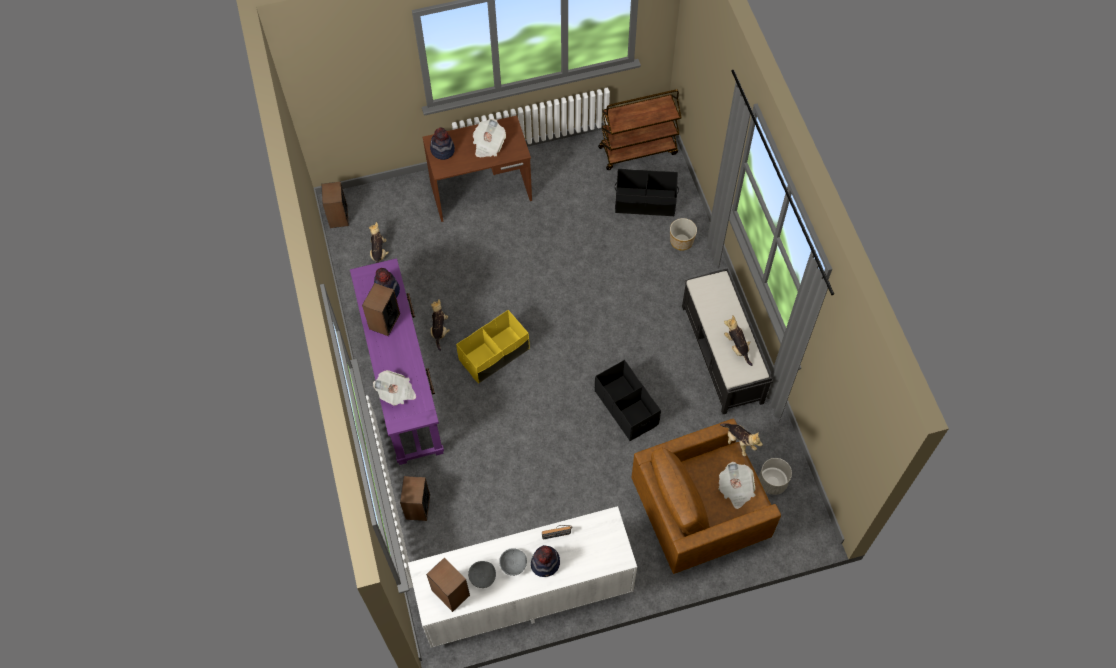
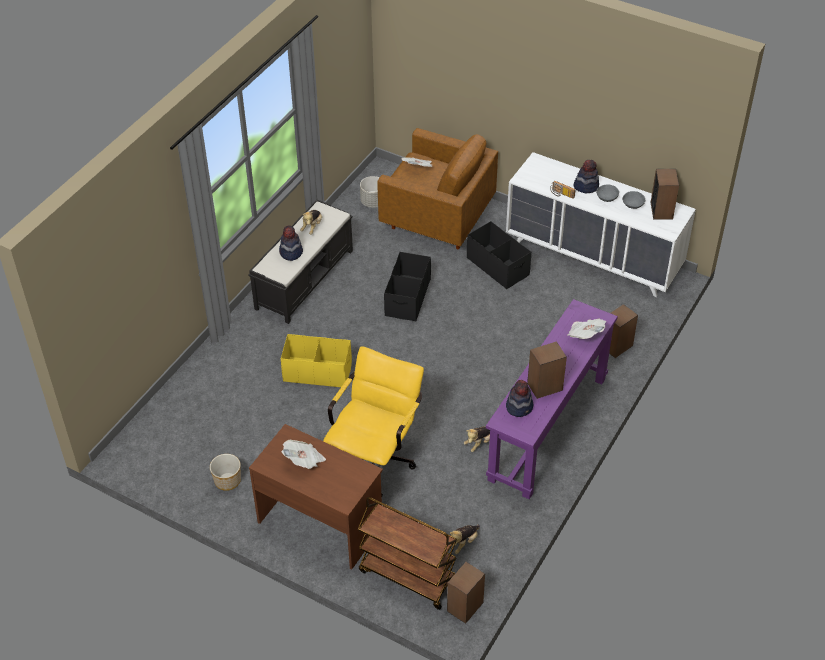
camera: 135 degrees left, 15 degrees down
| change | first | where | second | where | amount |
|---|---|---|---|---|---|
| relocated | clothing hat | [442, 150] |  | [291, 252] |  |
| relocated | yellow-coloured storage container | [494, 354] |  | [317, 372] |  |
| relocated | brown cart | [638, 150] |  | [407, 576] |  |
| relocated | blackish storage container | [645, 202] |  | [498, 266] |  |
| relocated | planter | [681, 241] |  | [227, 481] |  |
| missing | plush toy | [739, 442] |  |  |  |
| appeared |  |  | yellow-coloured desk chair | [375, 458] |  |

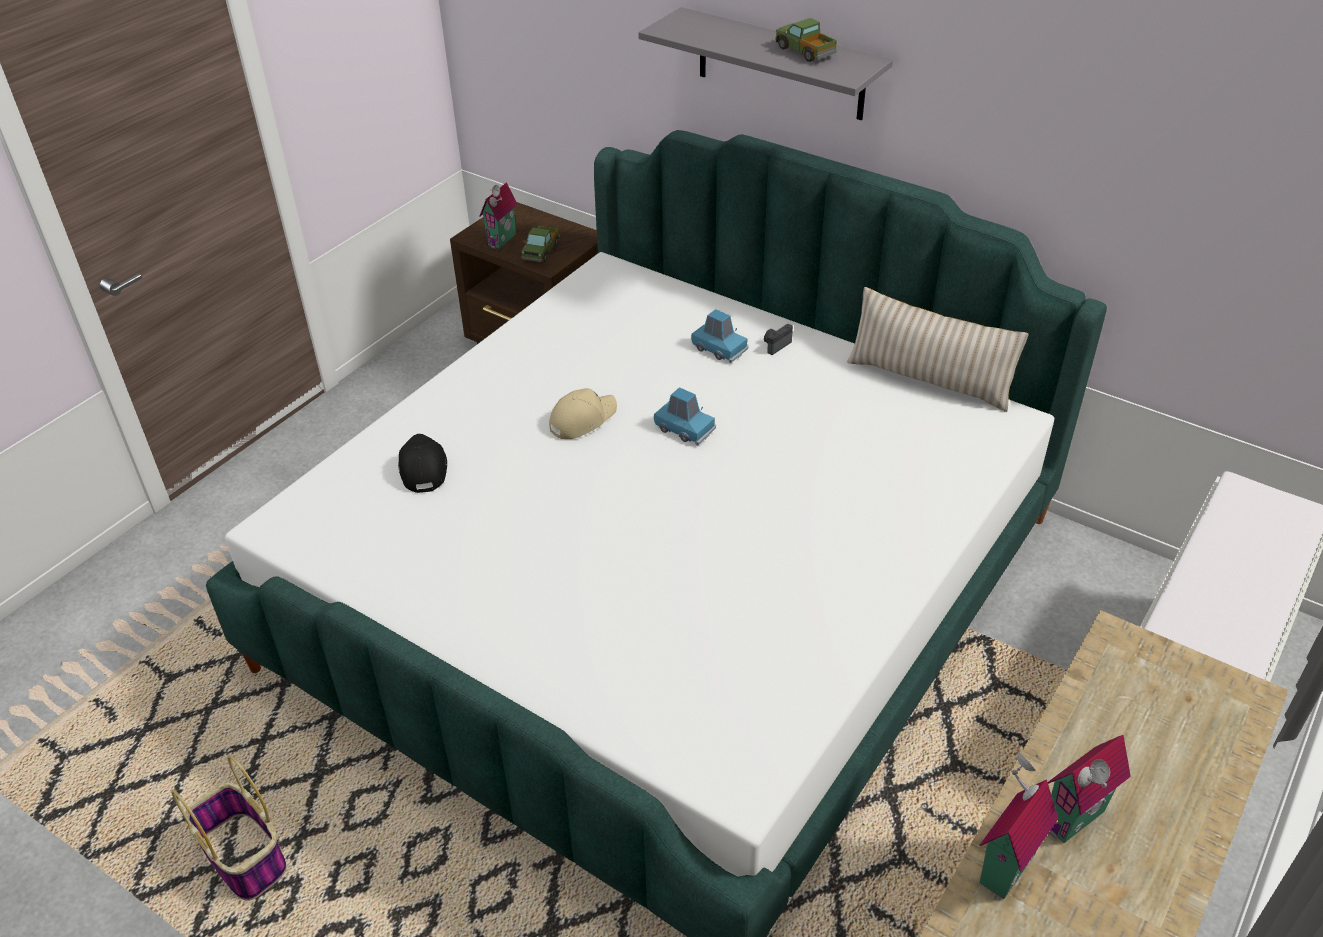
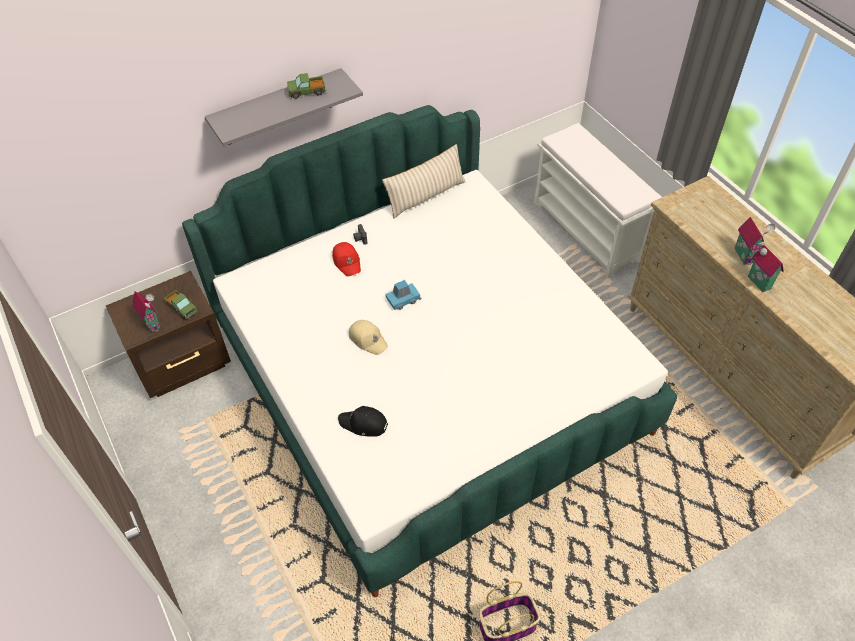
camera: 65 degrees left, 10 degrees up
| change | first | where | second | where | amount |
|---|---|---|---|---|---|
| spun | beige cap | [582, 419] |  | [368, 339] | 150 degrees clockwise |
| exchanged | blue toy car | [719, 348] | reddish cap | [347, 261] |  |

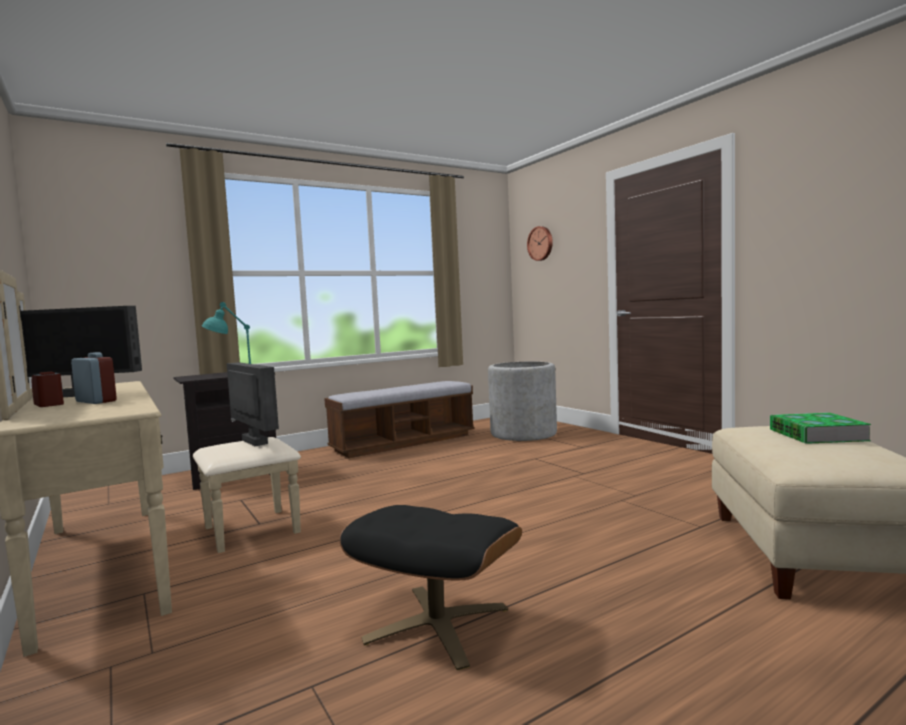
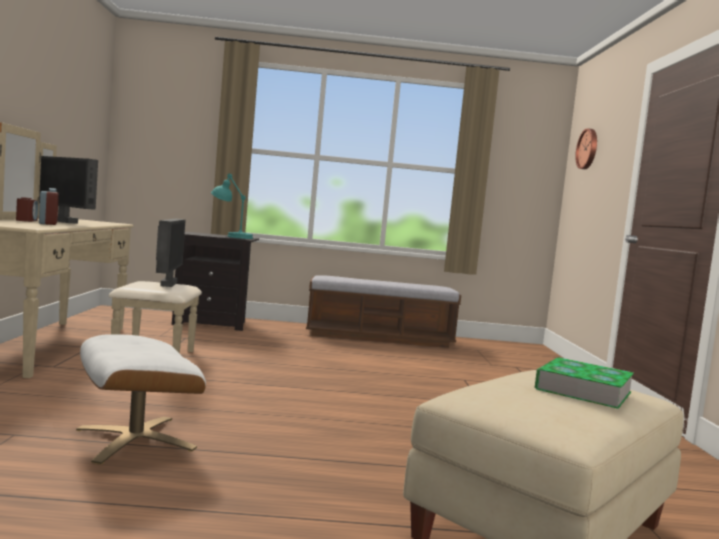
camera: 30 degrees right, 0 degrees up
| change | first | where | second | where | amount |
|---|---|---|---|---|---|
| colour | blackish footrest | [436, 624] | white footrest | [134, 439] |  |
| missing | grey planter | [523, 433] |  |  |  |

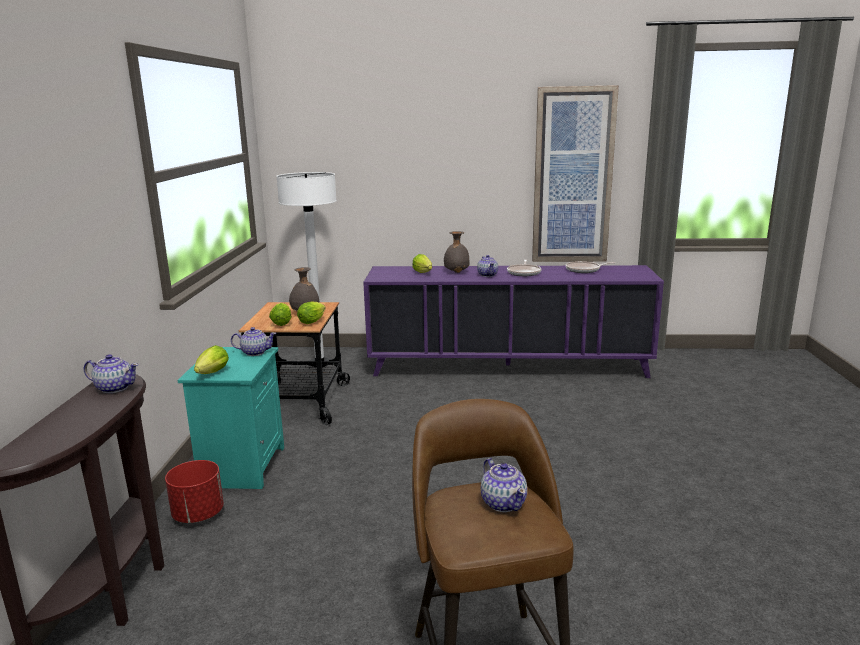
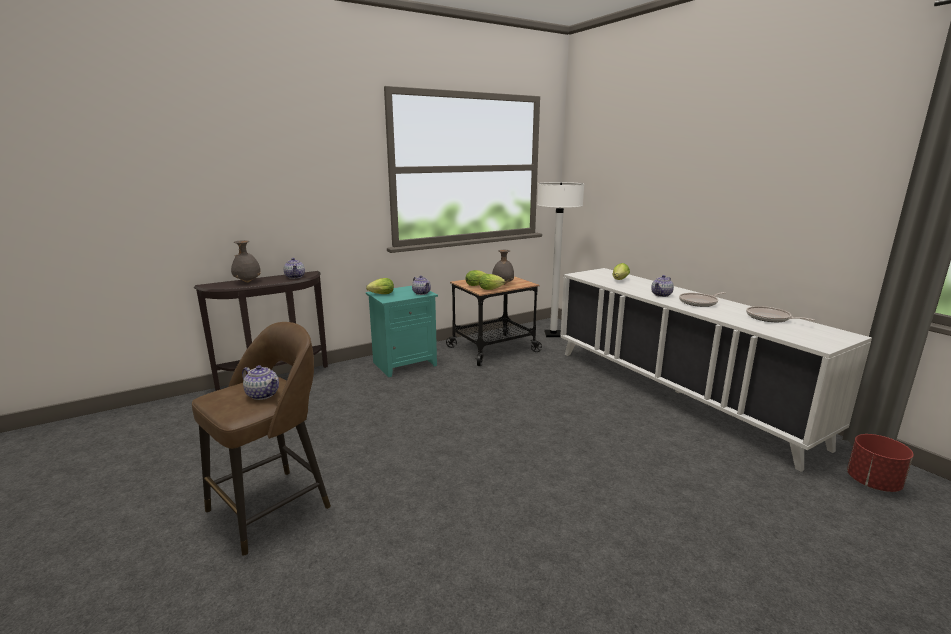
camera: 55 degrees right, 0 degrees up
| change | first | where | second | where | amount |
|---|---|---|---|---|---|
| relocated | reddish planter | [198, 514] |  | [872, 483] |  |
| colour | purplish cabinet | [507, 366] | white cabinet | [674, 393] |  |
| relocated | grey flower vase | [456, 272] |  | [247, 281] |  |
| spun | pot for tea | [503, 503] |  | [262, 394] | 90 degrees counterclockwise |
| missing | wall picture | [572, 176] |  |  |  |

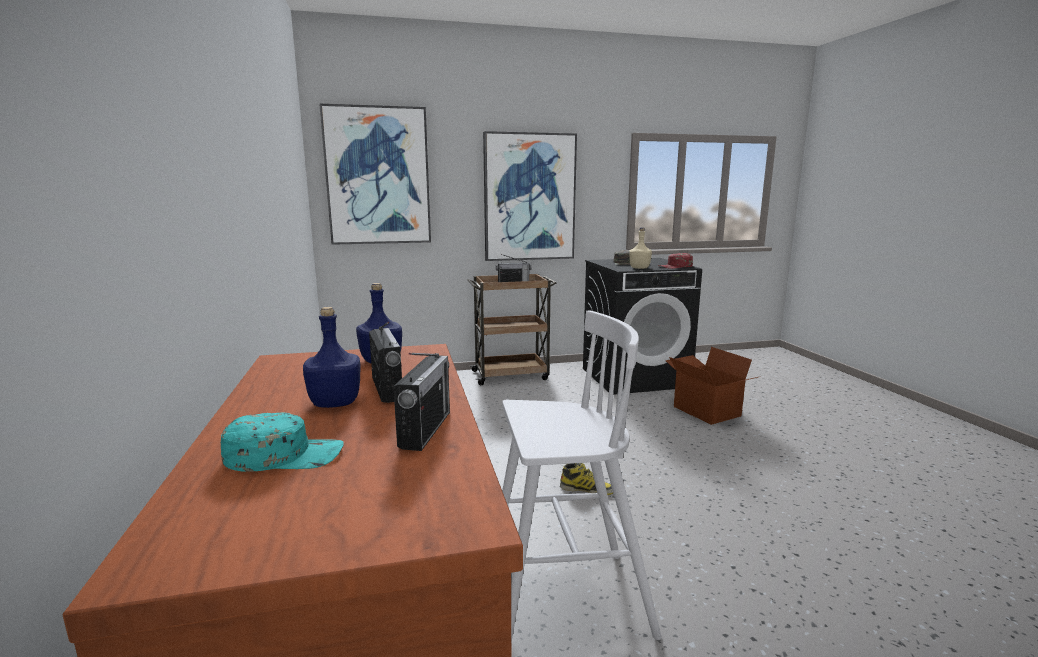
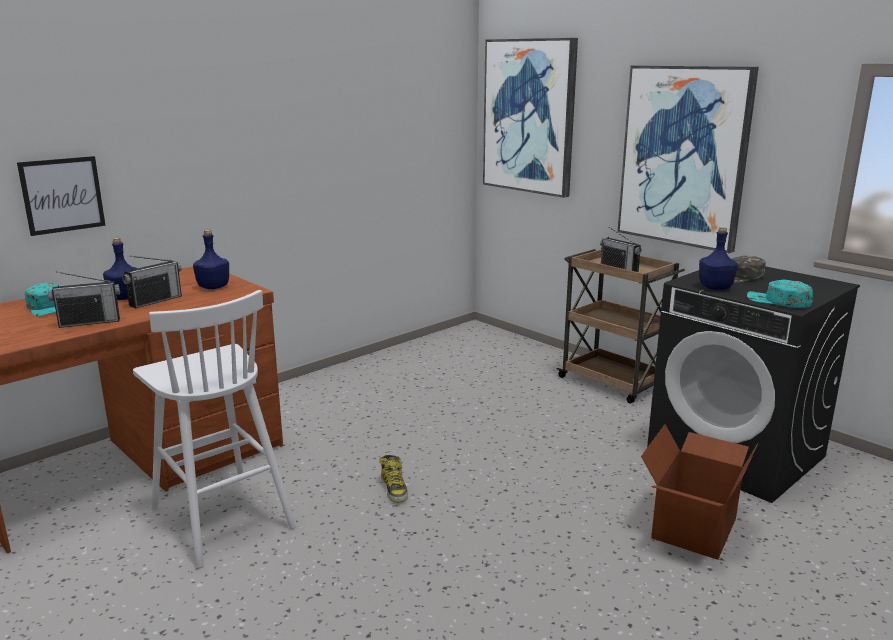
camera: 60 degrees right, 5 degrees up
| change | first | where | second | where | amount |
|---|---|---|---|---|---|
| colour | beige bottle | [639, 268] | blue bottle | [714, 288] |  |
| colour | reddish cap | [675, 266] | turquoise-coloured cap | [778, 301] |  |
| appeared |  |  | wall picture | [62, 195] |  |

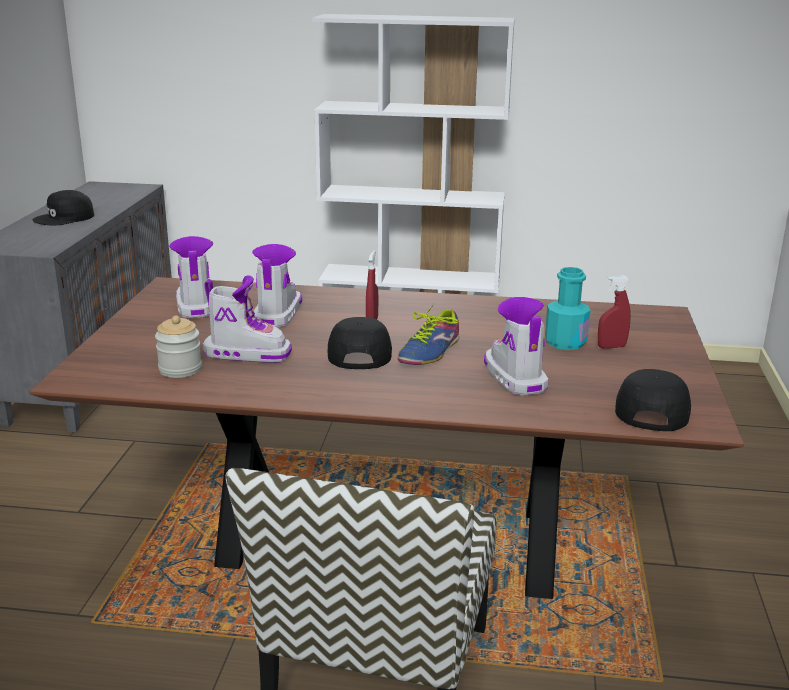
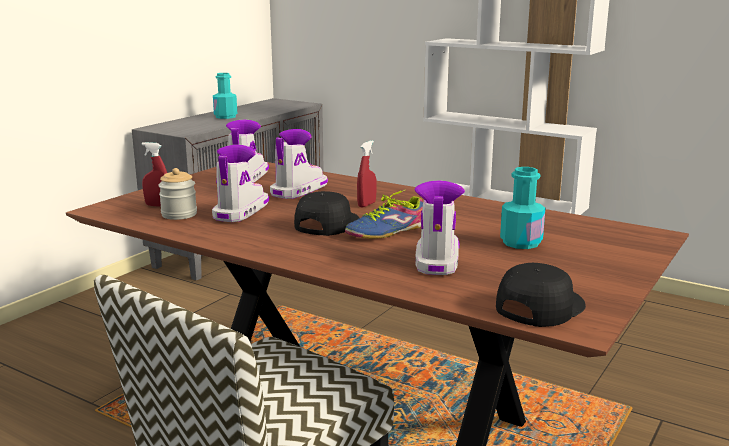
camera: 25 degrees right, 5 degrees down
| change | first | where | second | where | amount |
|---|---|---|---|---|---|
| exchanged | blackish cap | [65, 218] | turquoise-coloured bottle | [225, 116] |  |
| spun | tall boot | [247, 353] |  | [240, 212] | 105 degrees counterclockwise |
| relocated | reddish hand sprayer | [611, 347] |  | [158, 205] |  |

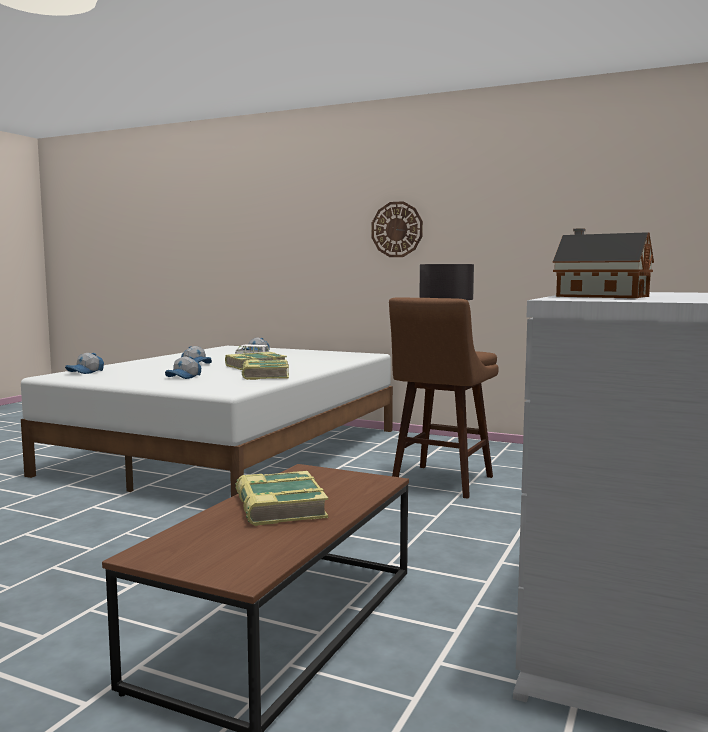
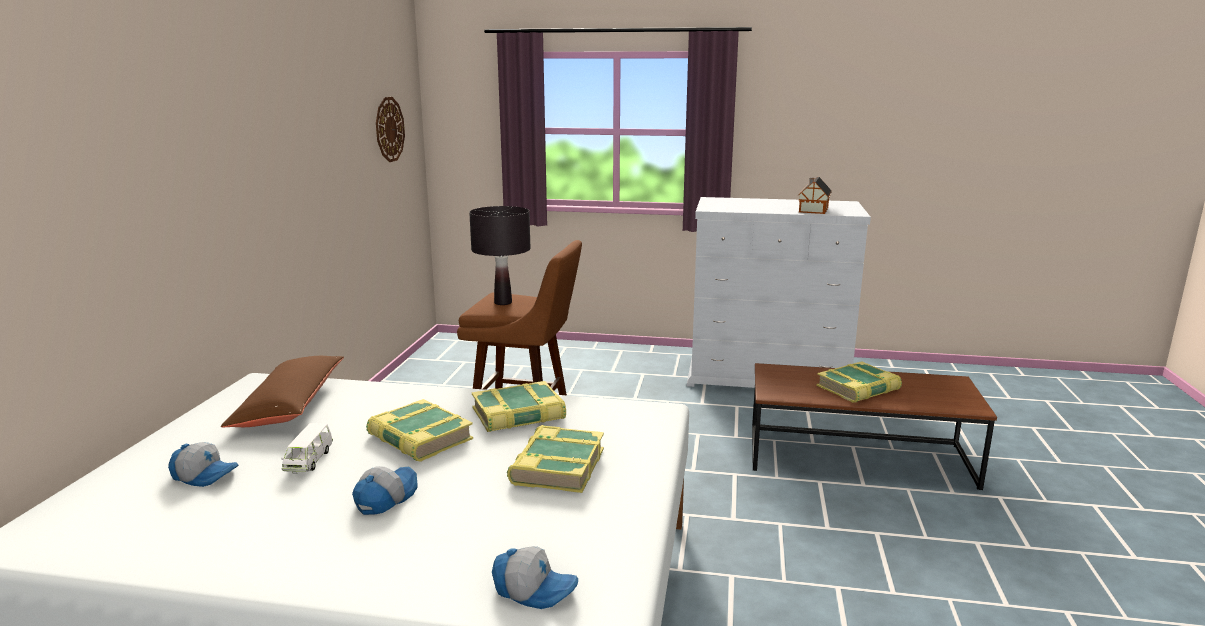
camera: 105 degrees left, 10 degrees up
| change | first | where | second | where | amount |
|---|---|---|---|---|---|
| exchanged | cap | [184, 377] | book | [557, 466] |  |
| relocated | hanging clock | [397, 229] |  | [389, 129] |  |
| appeared |  |  | brown pillow | [290, 405] |  |

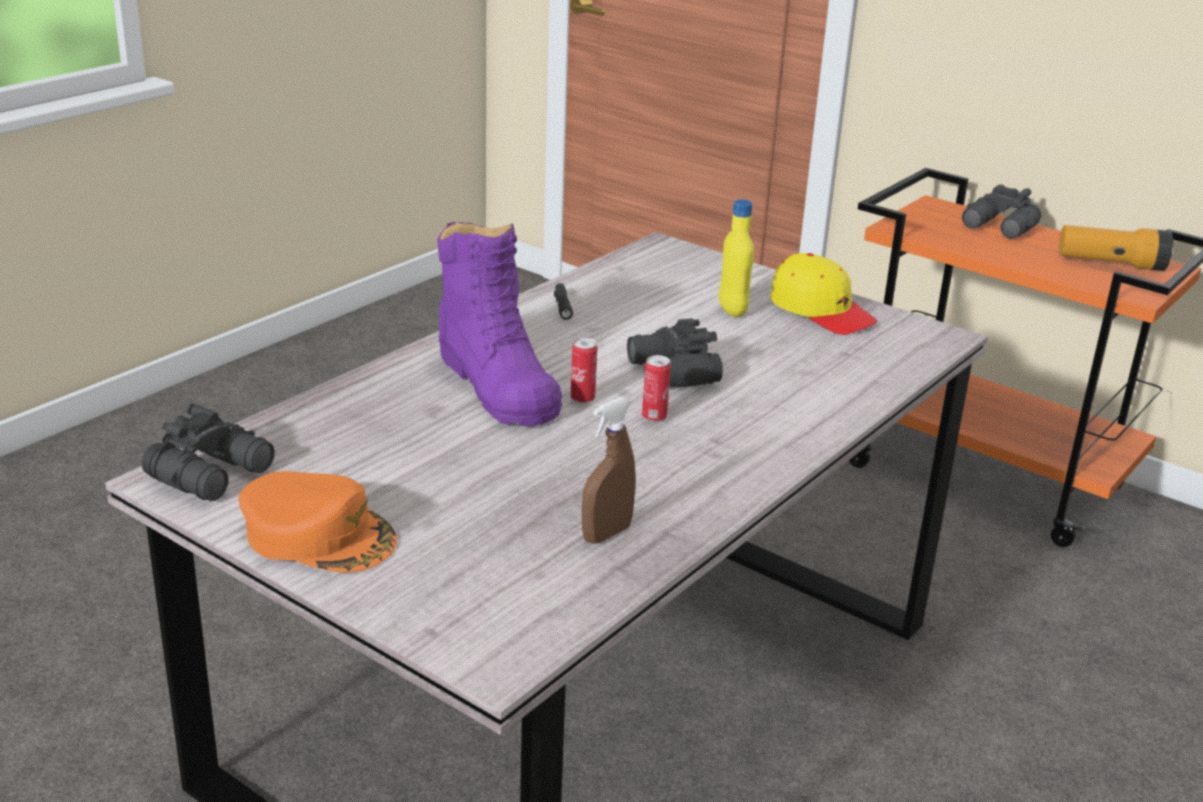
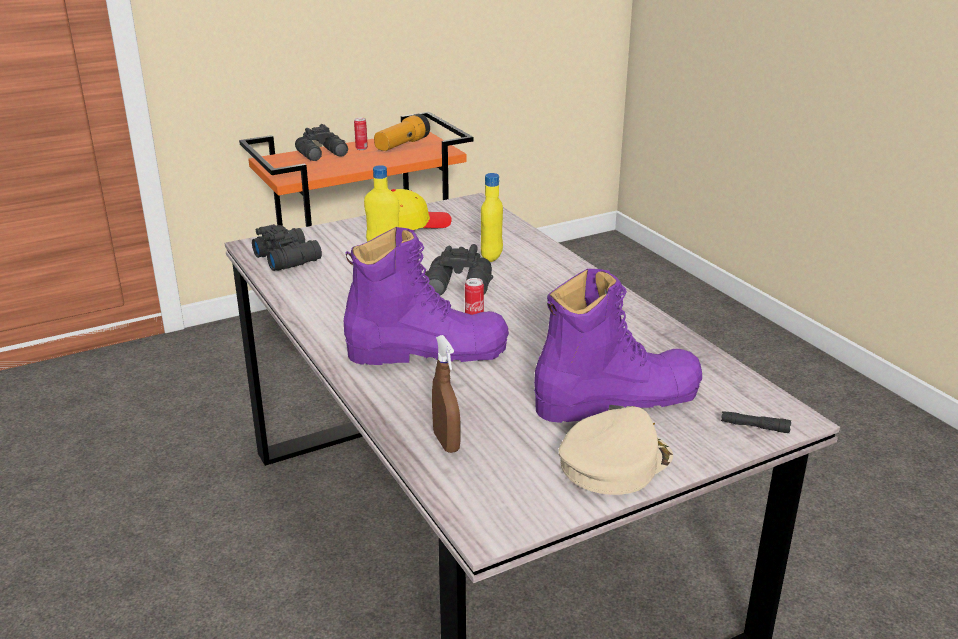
camera: 65 degrees left, 0 degrees up
| change | first | where | second | where | amount |
|---|---|---|---|---|---|
| relocated | blackish pair of binoculars | [214, 473] |  | [288, 257] |  |
| colour | orange-coloured cap | [319, 535] | beige cap | [614, 462] |  |
| relocated | blackish flashlight | [562, 306] |  | [754, 427] |  |
| relocated | brown hand sprayer | [606, 534] |  | [446, 442] |  |
| relocated | metal can | [654, 417] |  | [361, 148] |  |
| appeared |  |  | yellow-coloured bottle | [491, 257] |  |
| appeared |  |  | purplish tall boot | [617, 398] |  |

